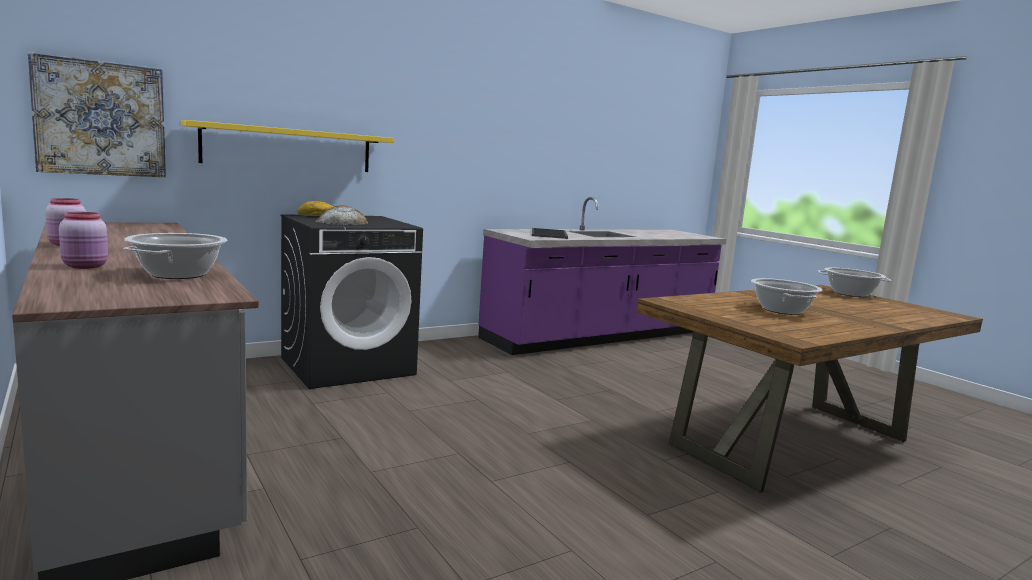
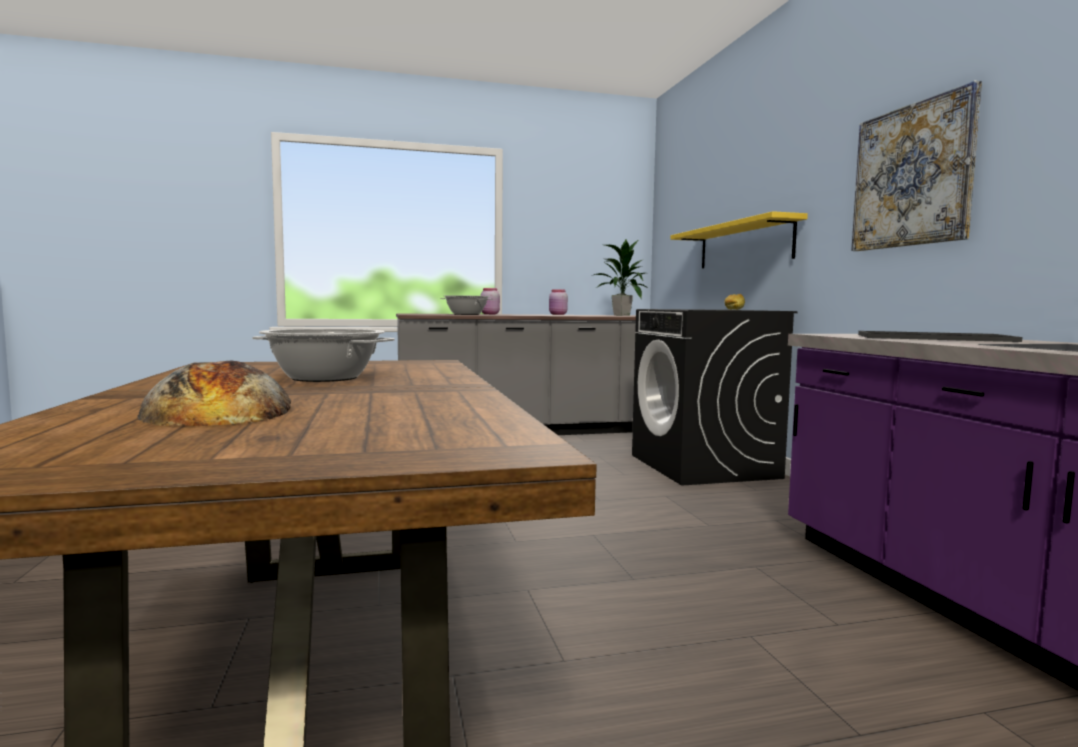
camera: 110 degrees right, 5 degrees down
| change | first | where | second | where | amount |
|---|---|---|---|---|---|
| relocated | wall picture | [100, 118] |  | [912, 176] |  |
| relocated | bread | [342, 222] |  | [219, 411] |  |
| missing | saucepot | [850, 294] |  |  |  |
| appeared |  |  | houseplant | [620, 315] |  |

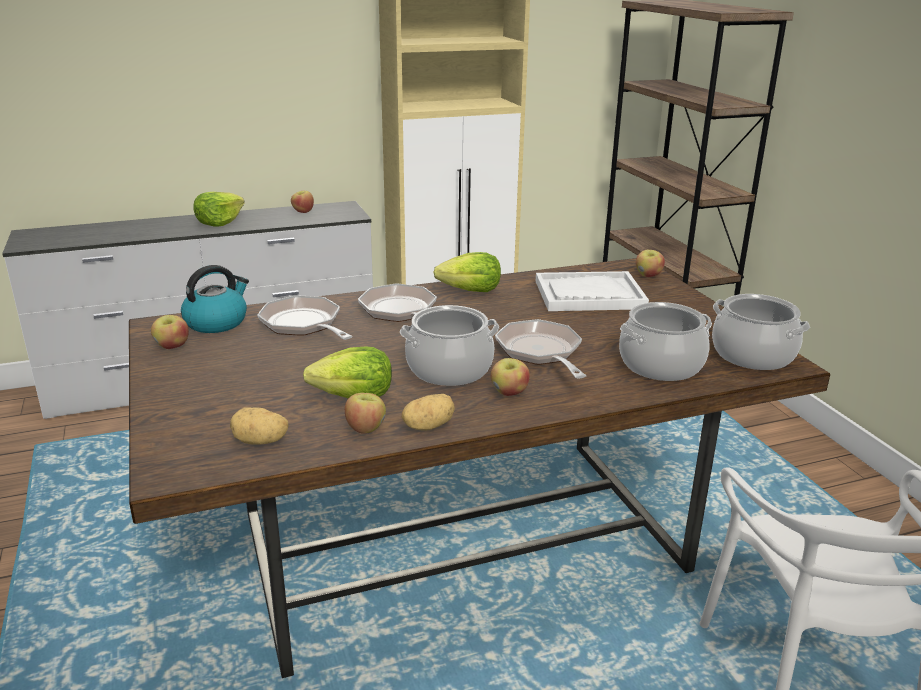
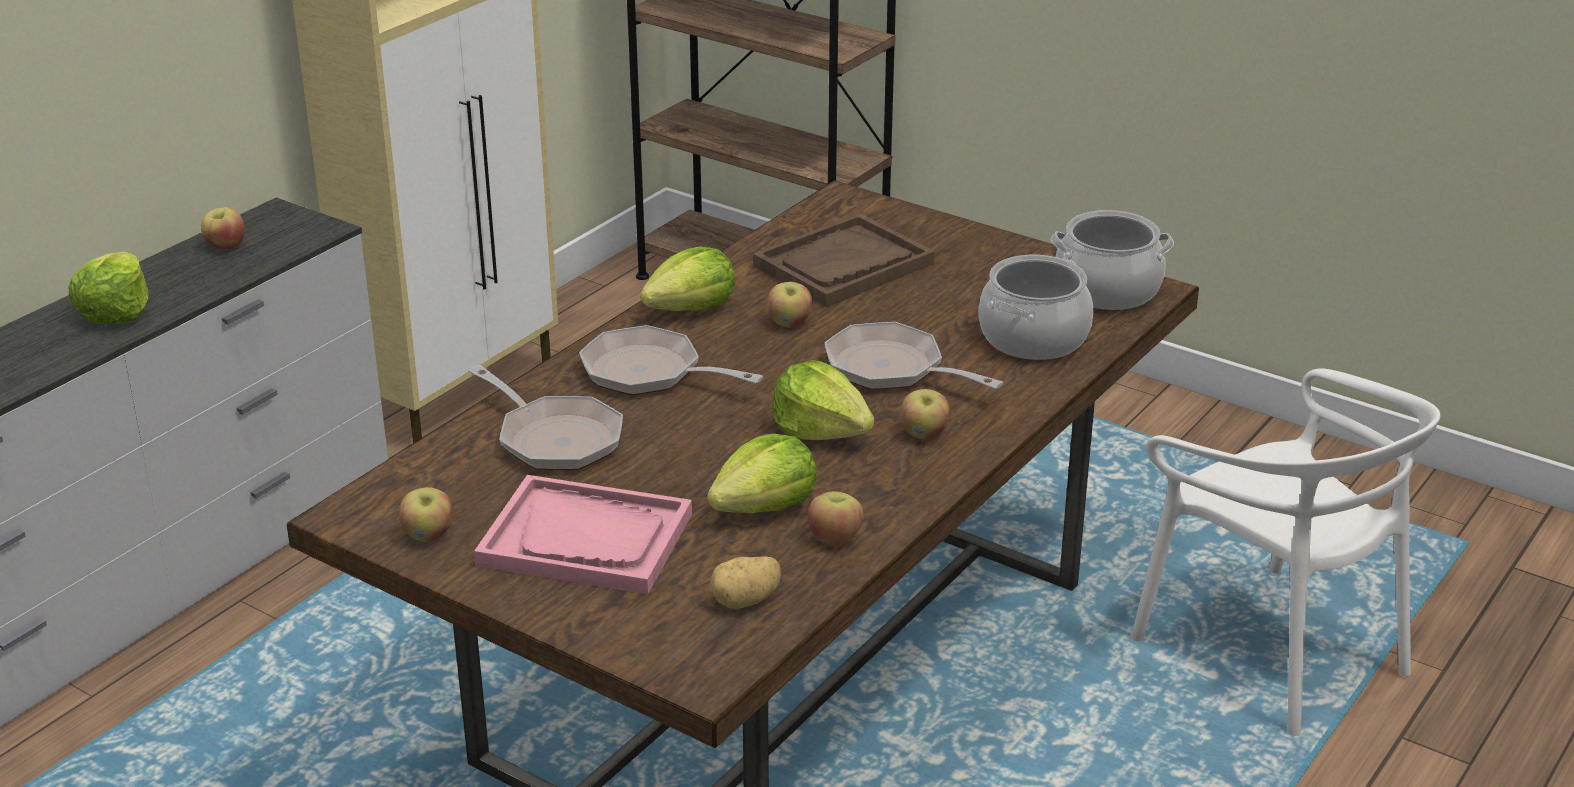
camera: 35 degrees left, 5 degrees up
| change | first | where | second | where | amount |
|---|---|---|---|---|---|
| missing | tea kettle | [217, 322] |  |  |  |
| spun | skillet | [304, 325] |  | [554, 438] | 150 degrees counterclockwise |
| exchanged | saucepot | [449, 369] | lettuce | [821, 430] |  |
| missing | potato | [428, 426] |  |  |  |
| colour | white tray | [589, 295] | brown tray | [843, 265] |  |
| relocated | whole apple | [648, 275] |  | [790, 323] |  |
| appeared |  |  | pink tray | [586, 539] |  |

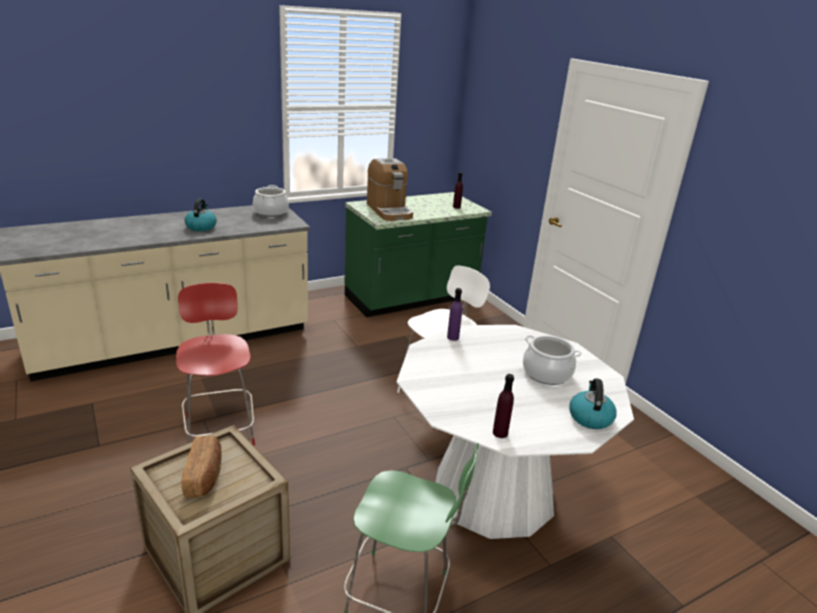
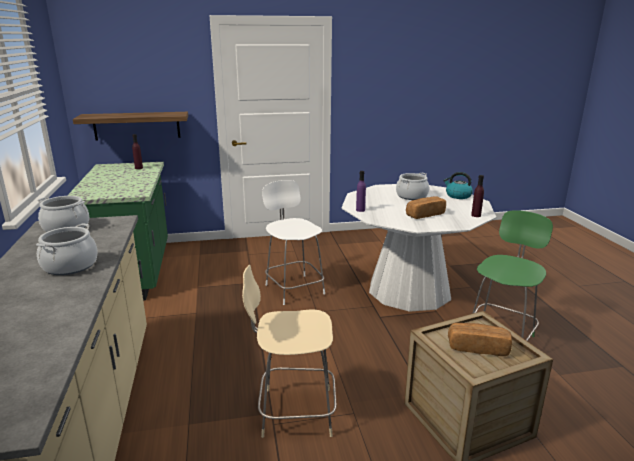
camera: 70 degrees left, 5 degrees down
| change | first | where | second | where | amount |
|---|---|---|---|---|---|
| colour | reddish plain chair | [220, 428] | beige plain chair | [294, 412] |  |
| exchanged | tea kettle | [201, 227] | saucepot | [70, 266] |  |
| missing | coffee machine | [389, 211] |  |  |  |
| appeared |  |  | wall shelf | [137, 126] |  |
| appeared |  |  | bread | [424, 215] |  |

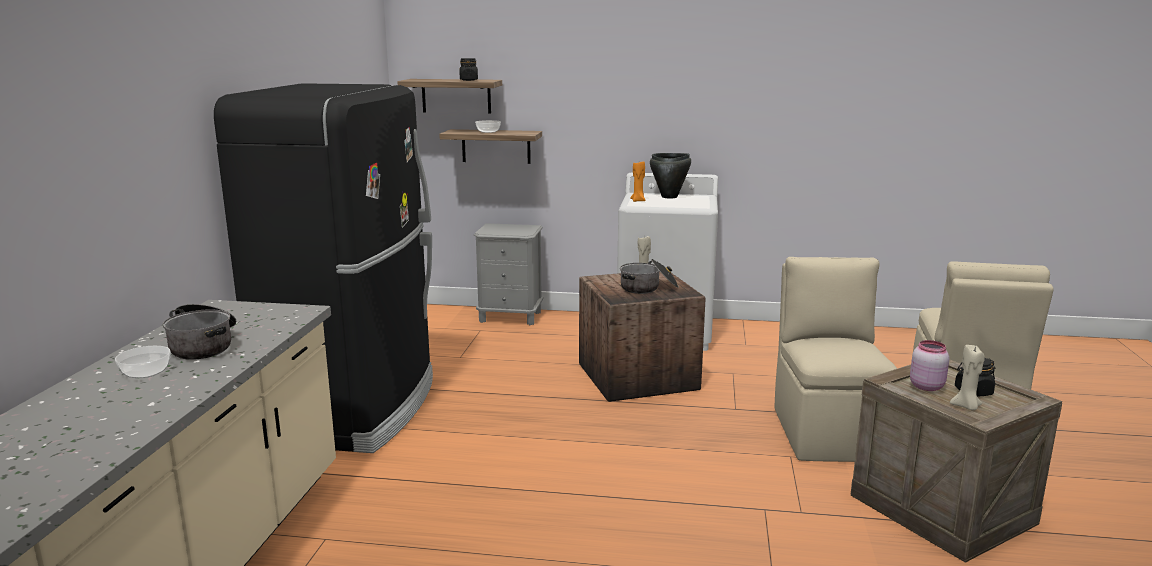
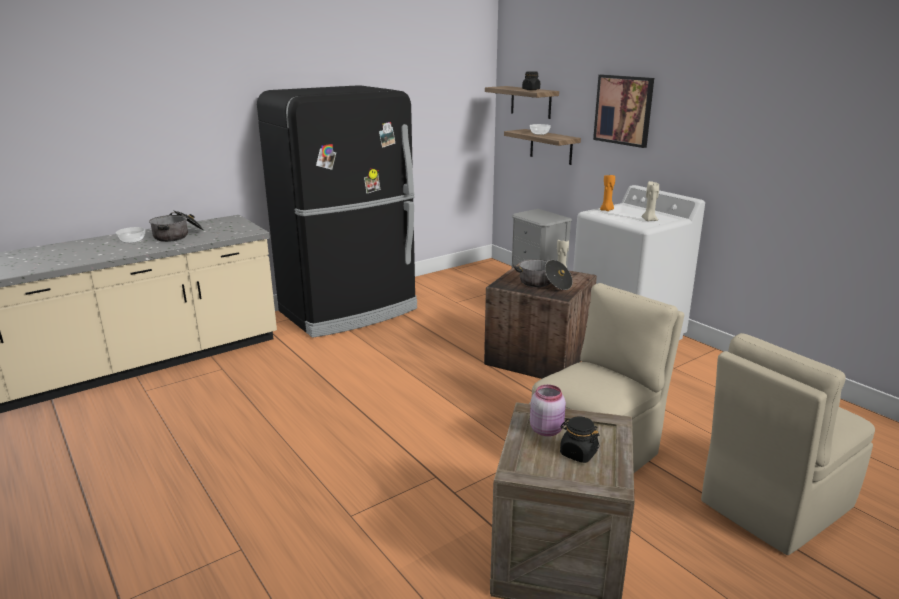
camera: 45 degrees right, 5 degrees up
| change | first | where | second | where | amount |
|---|---|---|---|---|---|
| missing | blackish saucepot | [669, 197] |  |  |  |
| relocated | beige candle | [966, 407] |  | [649, 220] |  |
| appeared |  |  | wall picture | [623, 110] |  |

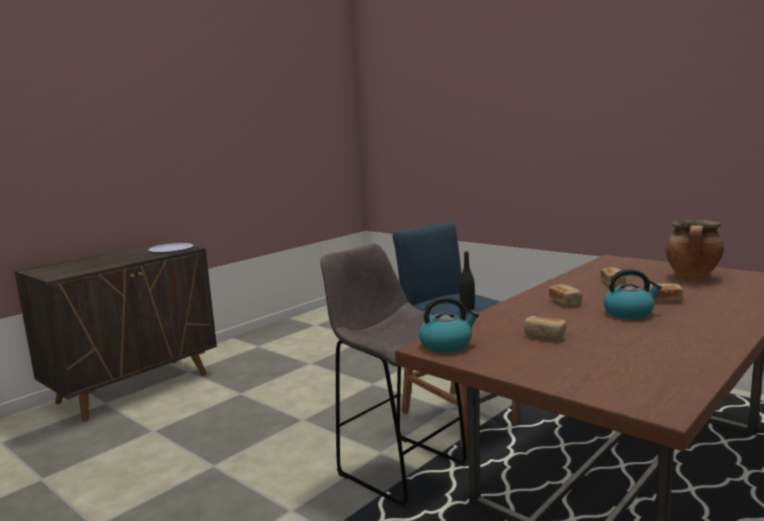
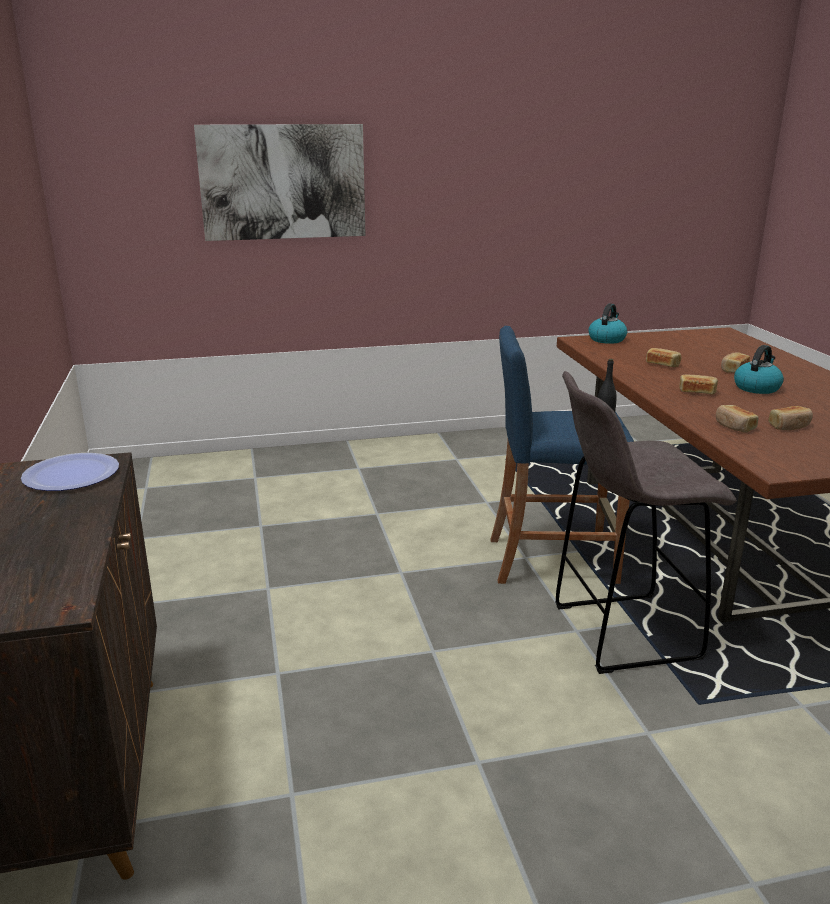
camera: 55 degrees left, 10 degrees up
| change | first | where | second | where | amount |
|---|---|---|---|---|---|
| relocated | tea kettle | [446, 345] |  | [607, 339] |  |
| missing | saucepot | [692, 277] |  |  |  |
| appeared |  |  | wall picture | [283, 182] |  |
| appeared |  |  | bread | [734, 426] |  |

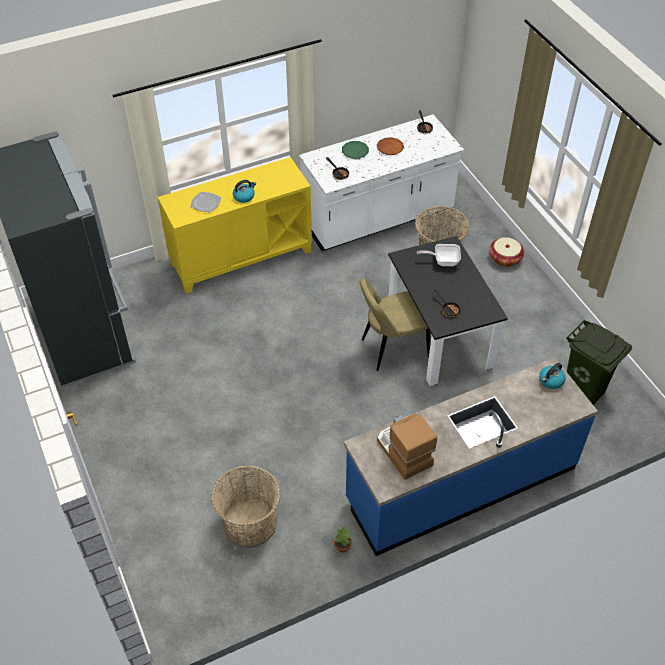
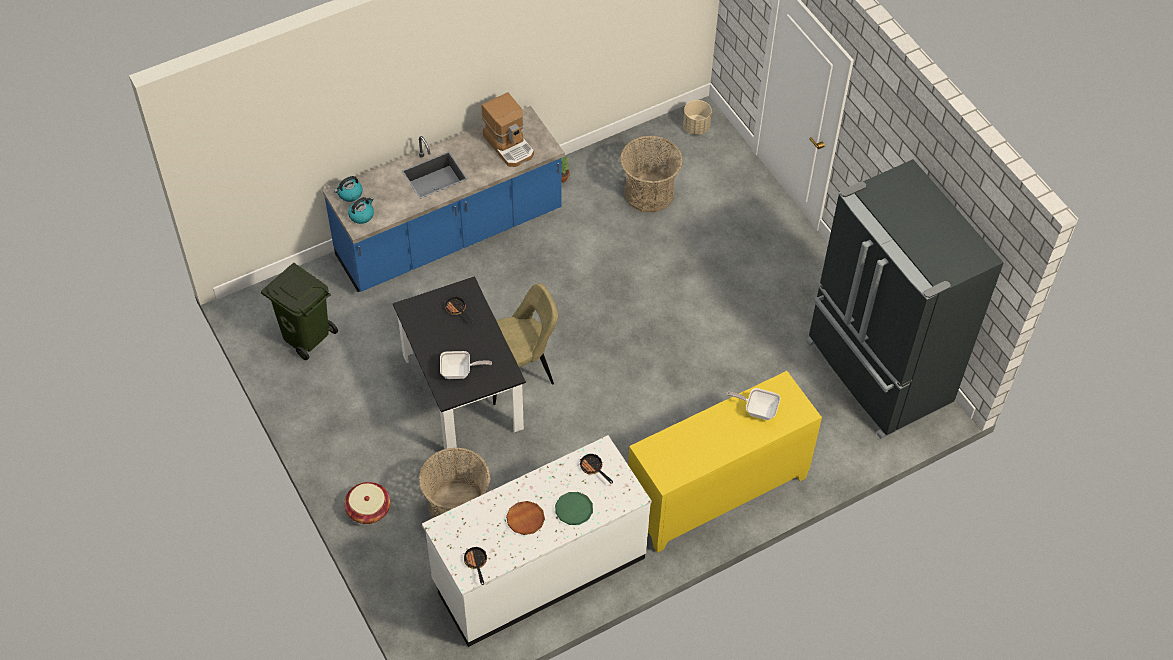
camera: 175 degrees right, 5 degrees up
| change | first | where | second | where | amount |
|---|---|---|---|---|---|
| exchanged | plate | [206, 203] | skillet | [757, 409] |  |
| relocated | tea kettle | [244, 196] |  | [349, 194] |  |
| appeared |  |  | beige planter | [696, 127] |  |

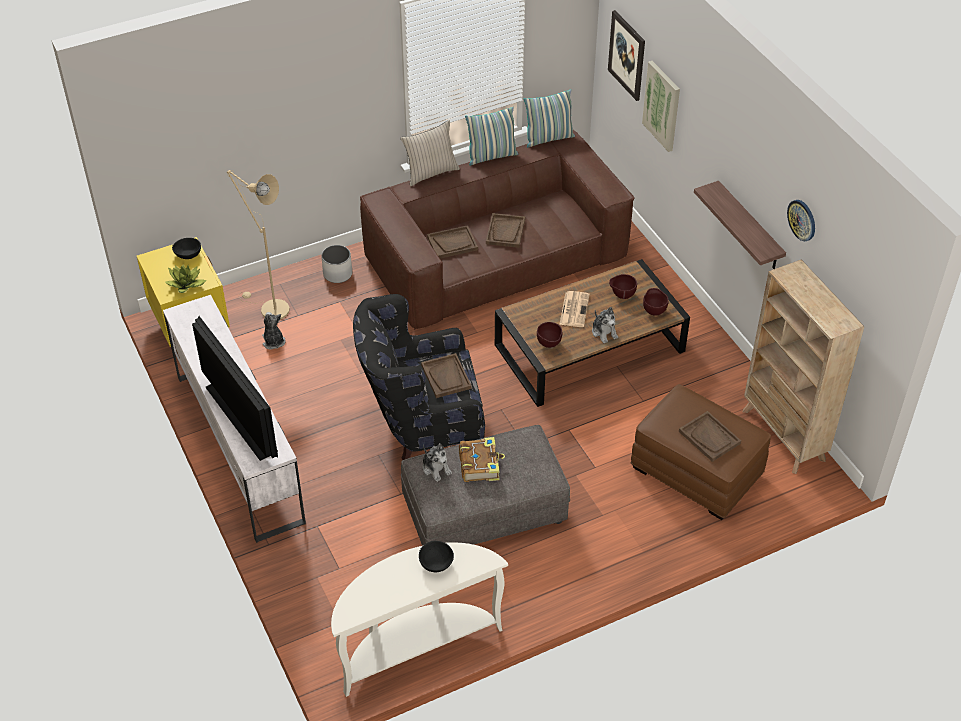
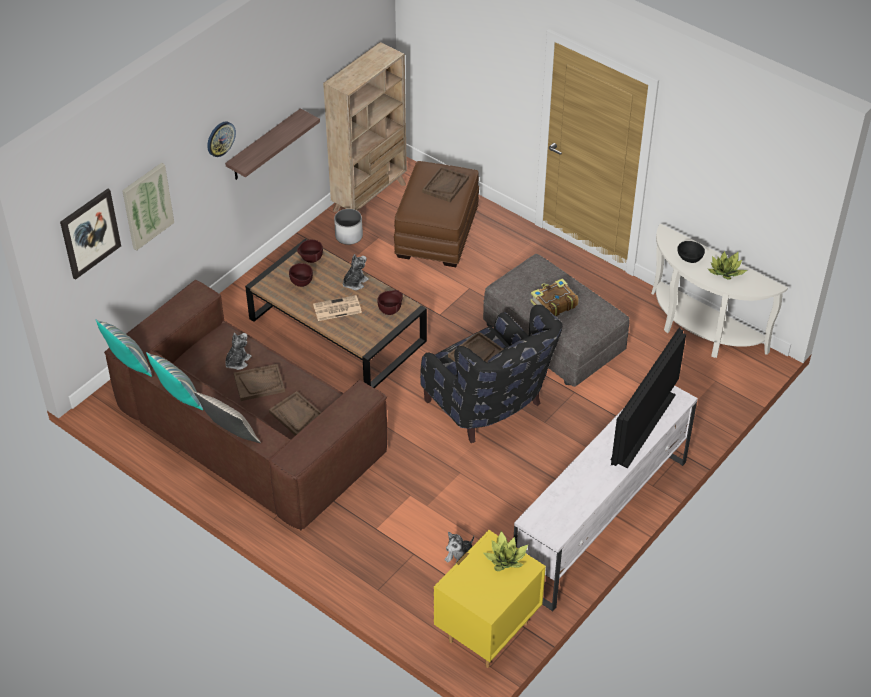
camera: 115 degrees left, 0 degrees up
| change | first | where | second | where | amount |
|---|---|---|---|---|---|
| missing | blackish bowl | [188, 255] |  |  |  |
| missing | beige floor lamp | [270, 308] |  |  |  |
| relocated | white planter | [338, 274] |  | [348, 236] |  |
| relocated | plush toy | [436, 468] |  | [237, 361] |  |
| relocated | hanging clock | [802, 220] |  | [220, 138] |  |
| appeared |  |  | houseplant | [726, 271] |  |

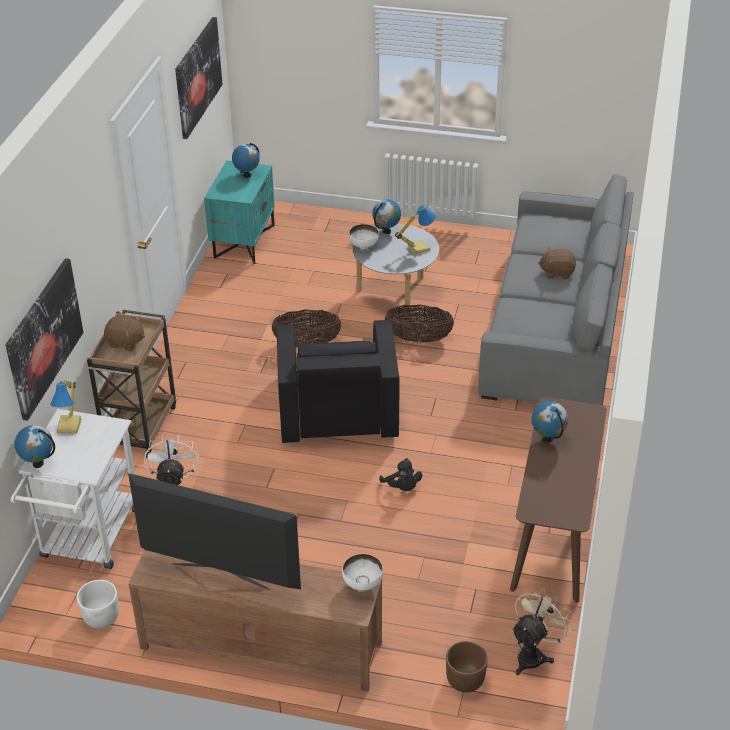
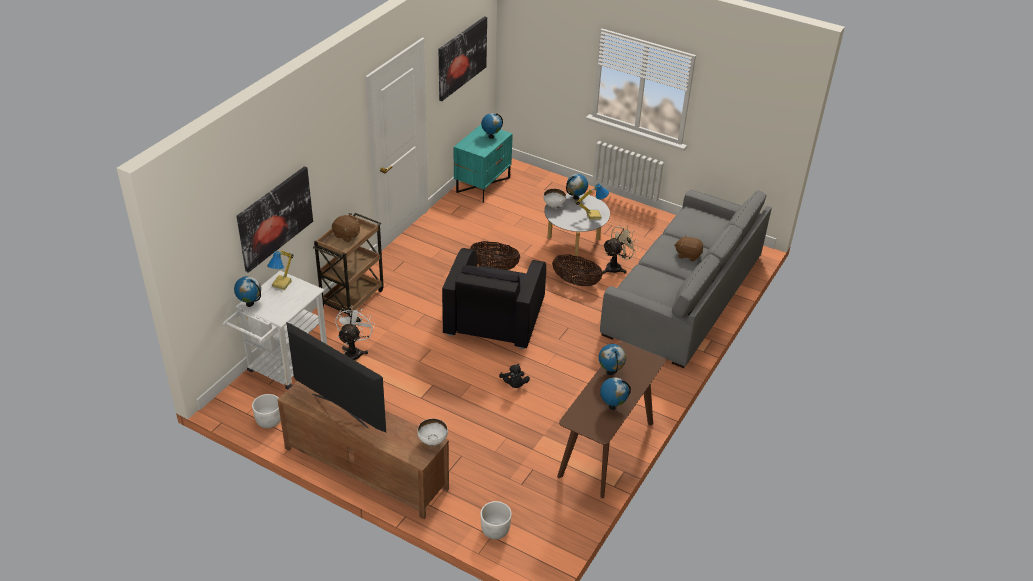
camera: 15 degrees right, 0 degrees up
| change | first | where | second | where | amount |
|---|---|---|---|---|---|
| colour | brown planter | [465, 680] | white planter | [495, 530] |  |
| relocated | beige electric fan | [534, 654] |  | [616, 267] |  |
| appeared |  |  | world globe | [612, 406] |  |

